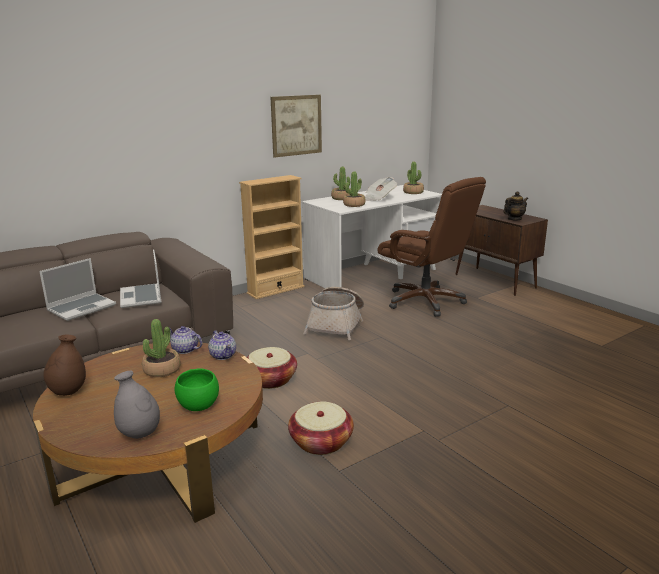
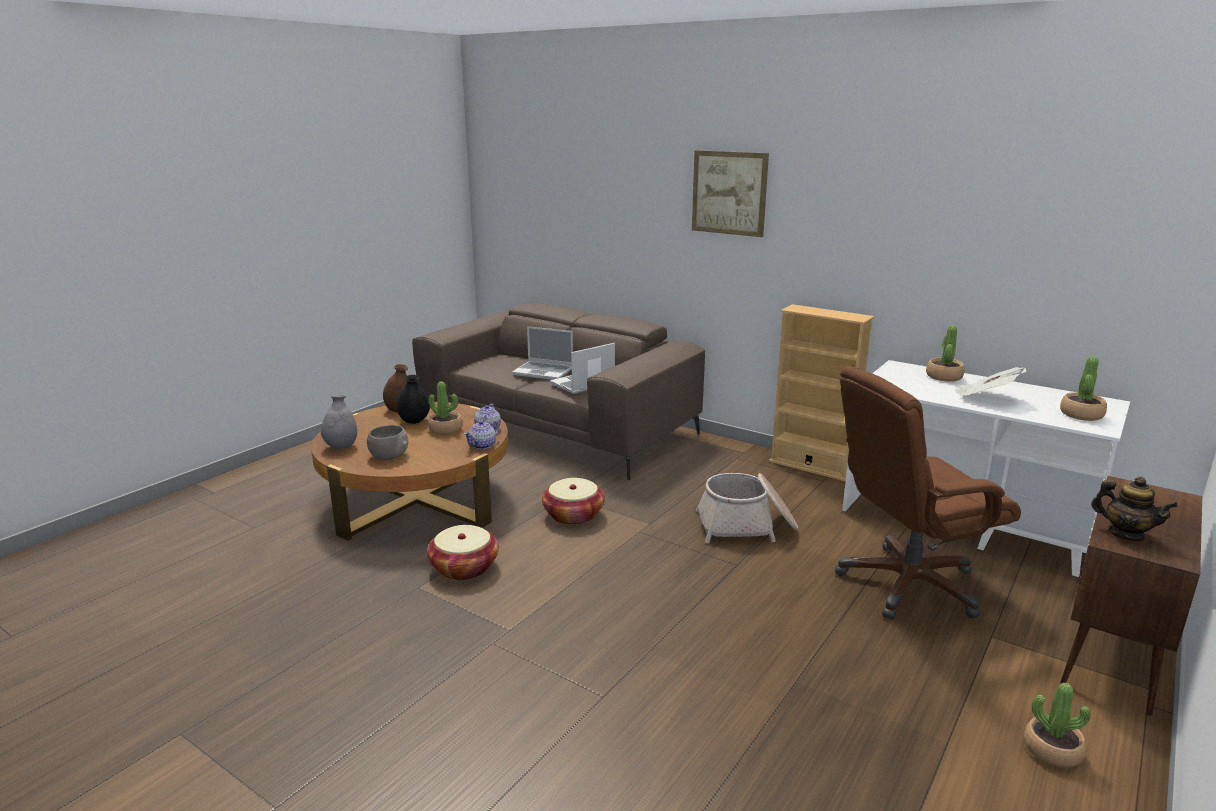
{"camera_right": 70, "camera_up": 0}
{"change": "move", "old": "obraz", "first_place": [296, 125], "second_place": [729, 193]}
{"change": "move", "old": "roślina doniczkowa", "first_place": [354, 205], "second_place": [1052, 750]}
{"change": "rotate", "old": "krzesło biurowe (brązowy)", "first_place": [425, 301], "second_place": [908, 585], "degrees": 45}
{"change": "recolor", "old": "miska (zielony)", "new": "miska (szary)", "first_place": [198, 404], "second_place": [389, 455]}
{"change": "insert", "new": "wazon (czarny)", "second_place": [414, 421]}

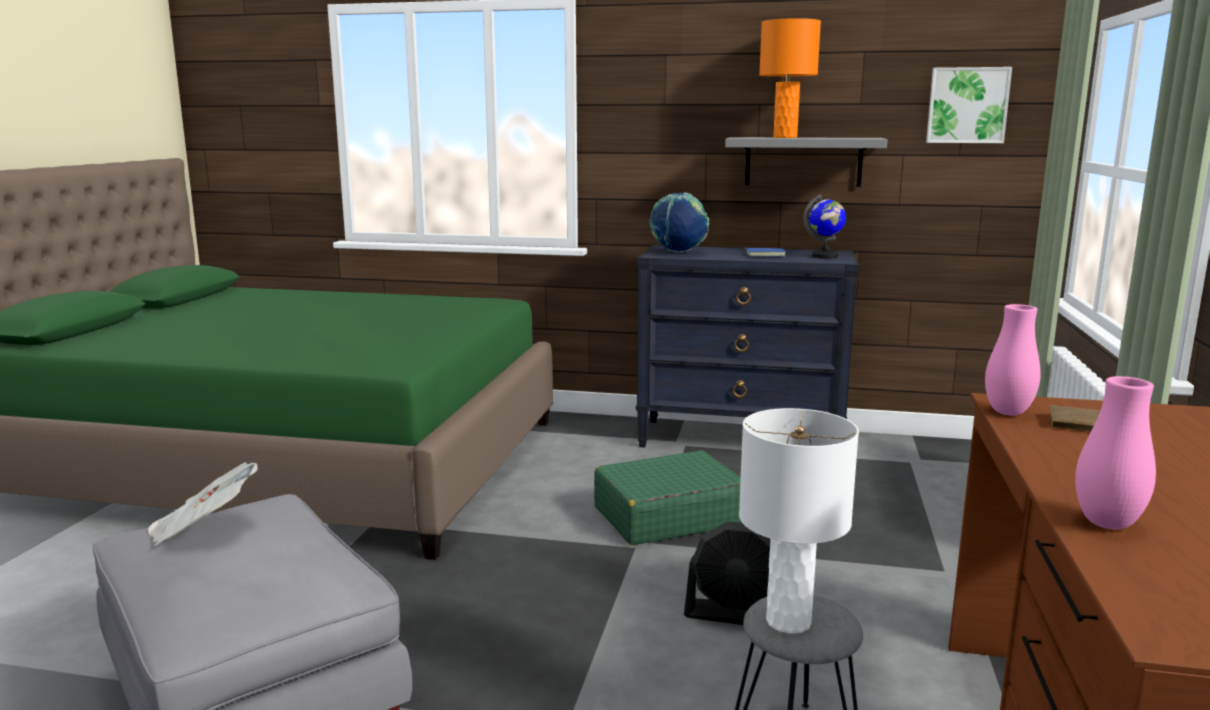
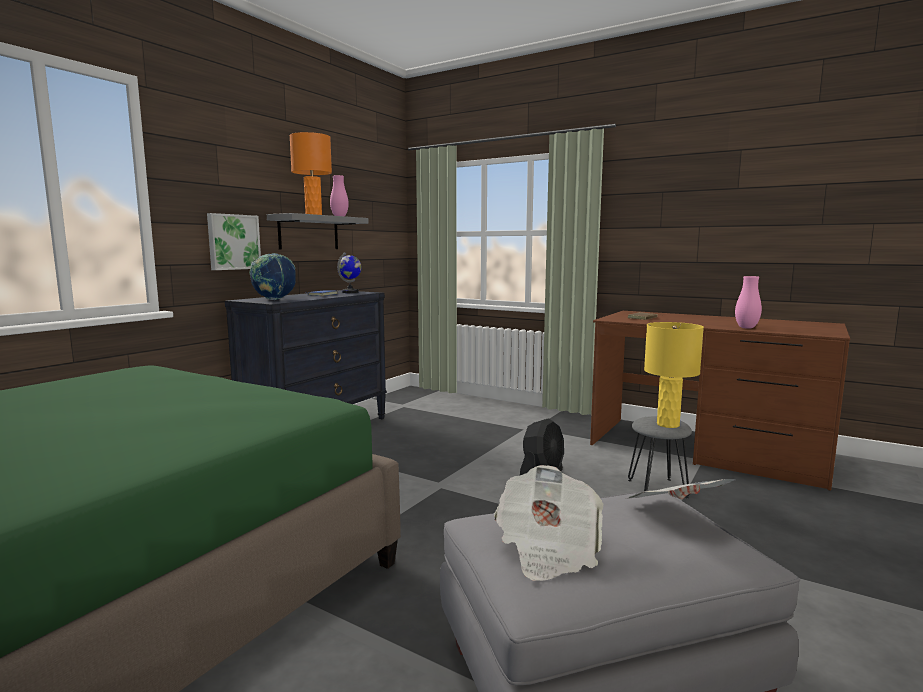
{"camera_right": -70, "camera_up": -5}
{"change": "move", "old": "obraz", "first_place": [967, 105], "second_place": [233, 242]}
{"change": "move", "old": "wazon (różowy)", "first_place": [1008, 412], "second_place": [339, 216]}
{"change": "recolor", "old": "lampa stołowa (biały)", "new": "lampa stołowa (żółty)", "first_place": [788, 621], "second_place": [667, 424]}
{"change": "delete", "old": "walizka (zielony)", "first_place": [667, 516]}
{"change": "insert", "new": "gazeta", "second_place": [675, 515]}

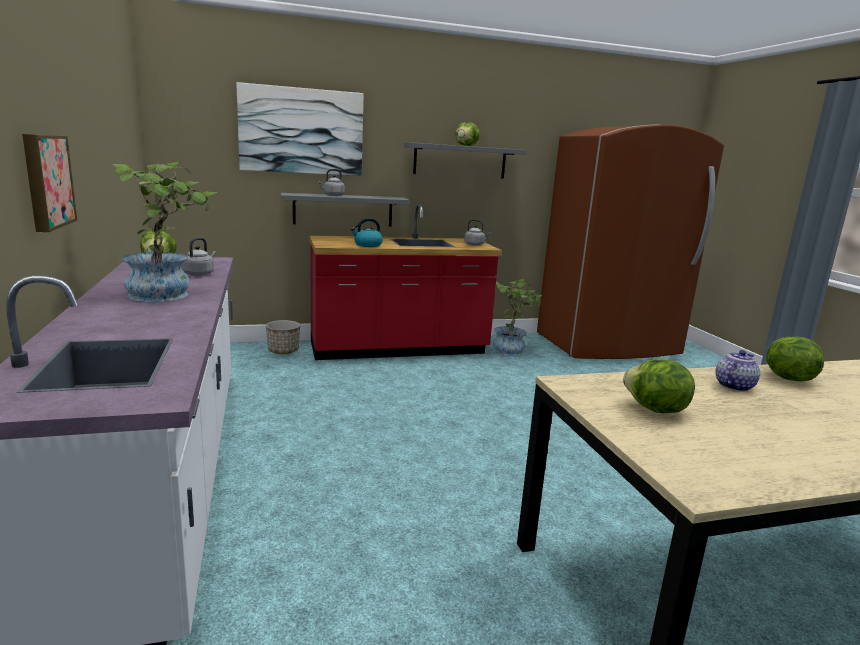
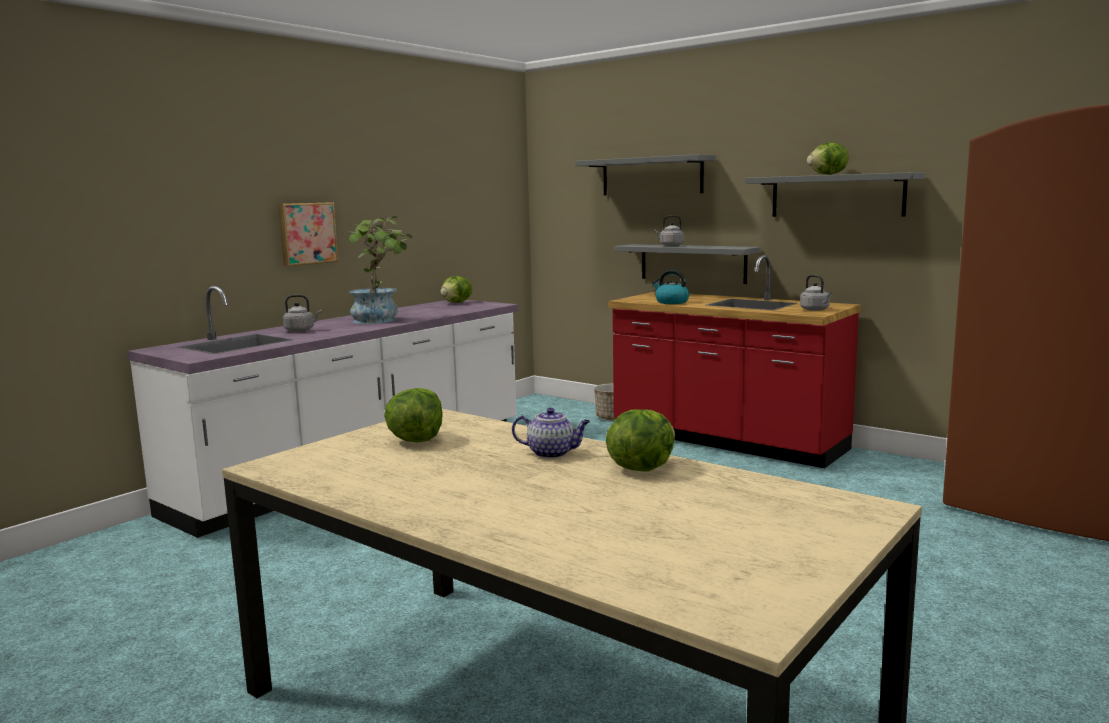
{"camera_right": 55, "camera_up": -5}
{"change": "replace", "old": "obraz", "new": "półka (szary)", "first_place": [301, 131], "second_place": [651, 176]}
{"change": "move", "old": "czajnik (szary)", "first_place": [200, 274], "second_place": [301, 330]}
{"change": "delete", "old": "roślina doniczkowa", "first_place": [511, 349]}

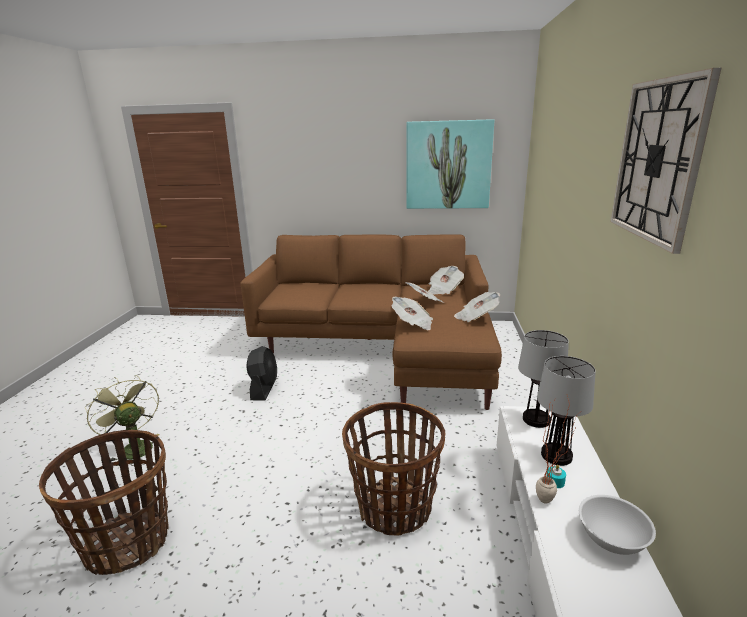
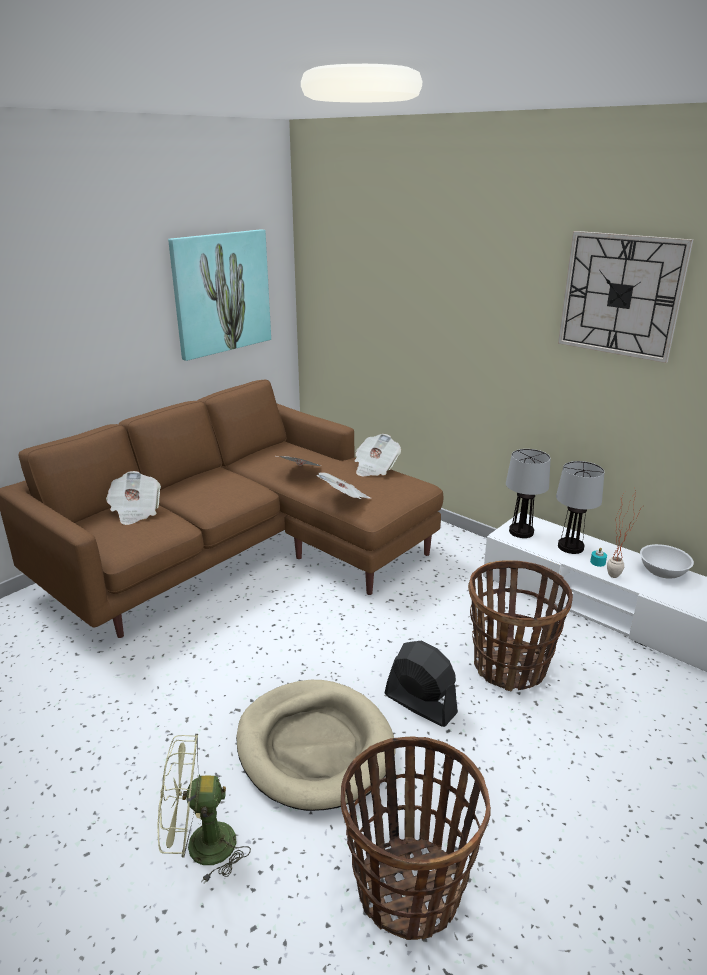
{"camera_right": -55, "camera_up": 5}
{"change": "move", "old": "gazeta", "first_place": [444, 290], "second_place": [135, 511]}
{"change": "move", "old": "wentylator (czarny)", "first_place": [264, 388], "second_place": [420, 703]}
{"change": "insert", "new": "legowisko (beżowy)", "second_place": [314, 746]}

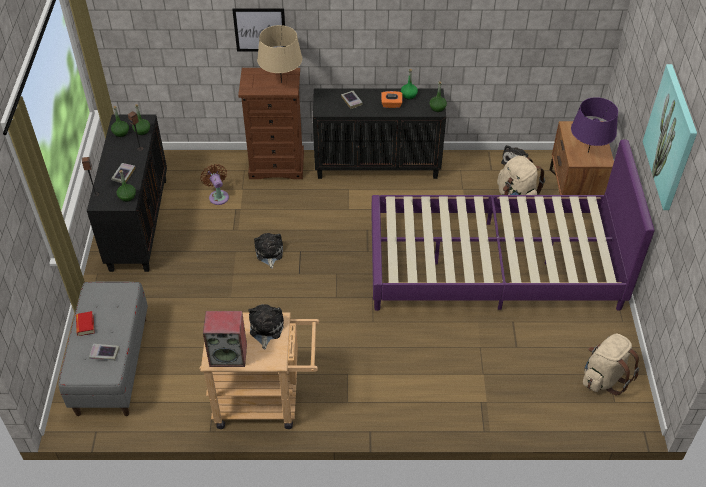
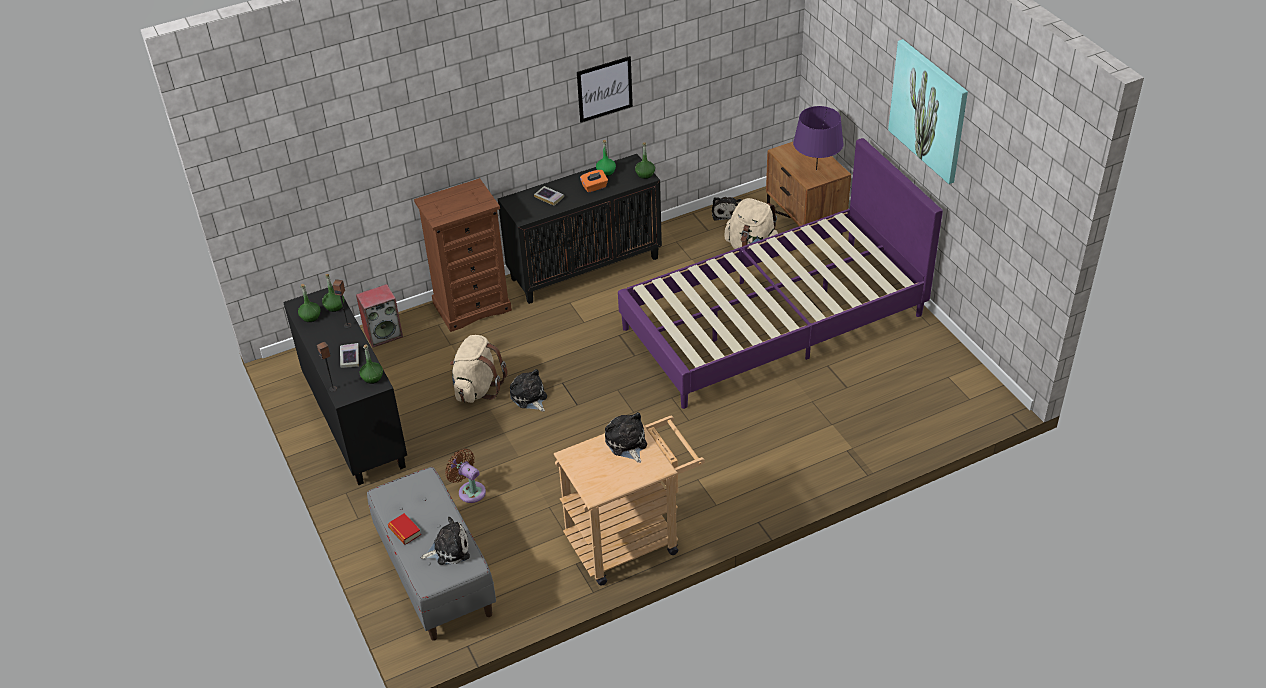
{"camera_right": -25, "camera_up": -5}
{"change": "move", "old": "obraz", "first_place": [260, 29], "second_place": [604, 89]}
{"change": "delete", "old": "lampa stołowa (beżowy)", "first_place": [281, 82]}
{"change": "move", "old": "wentylator (brązowy)", "first_place": [218, 196], "second_place": [469, 491]}
{"change": "move", "old": "głośnik", "first_place": [229, 355], "second_place": [384, 334]}
{"change": "move", "old": "plecak (beżowy)", "first_place": [604, 377], "second_place": [477, 388]}
{"change": "replace", "old": "książka", "new": "pluszak", "first_place": [104, 353], "second_place": [449, 549]}

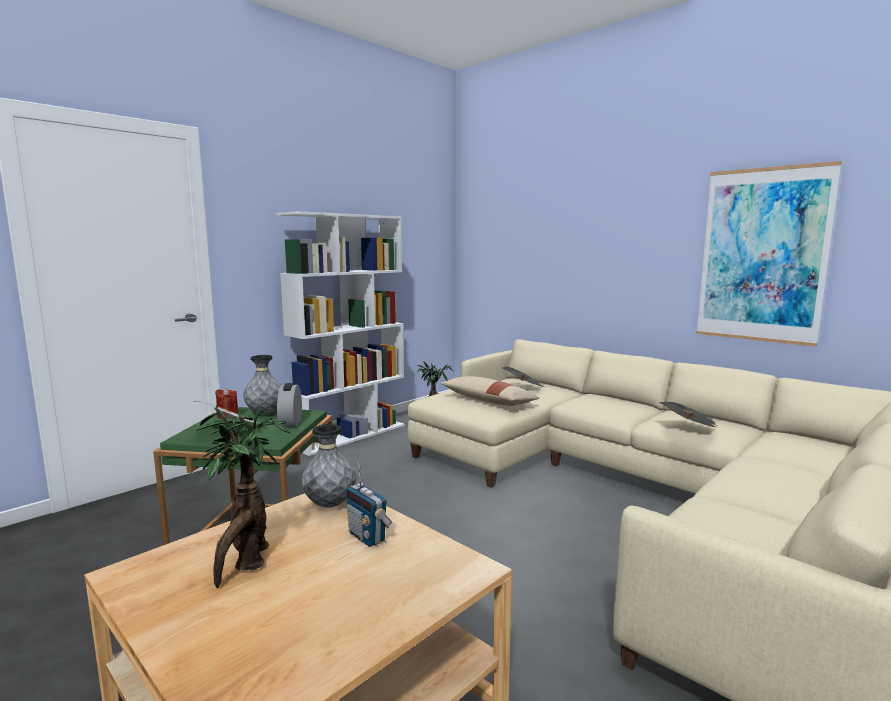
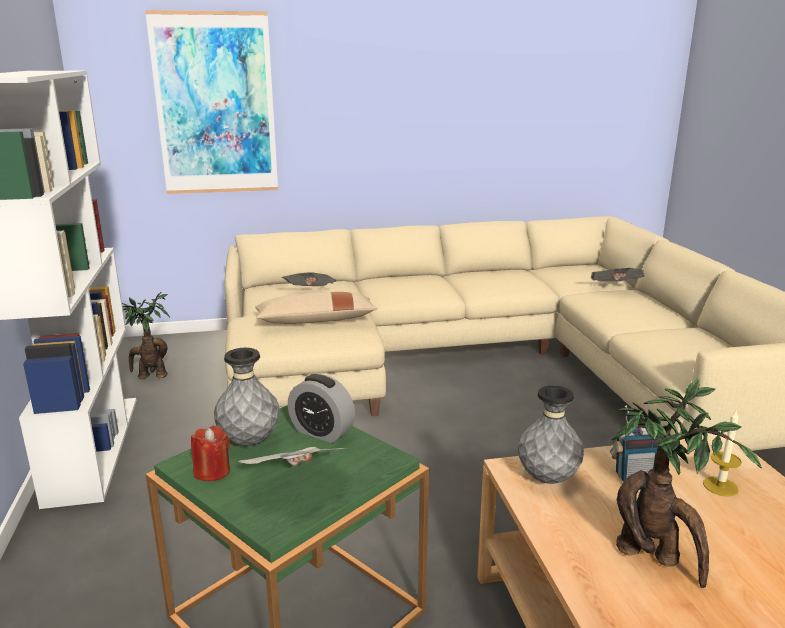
{"camera_right": -55, "camera_up": 10}
{"change": "move", "old": "obraz", "first_place": [762, 255], "second_place": [215, 105]}
{"change": "move", "old": "gazeta", "first_place": [689, 429], "second_place": [615, 289]}
{"change": "insert", "new": "świeca", "second_place": [720, 486]}

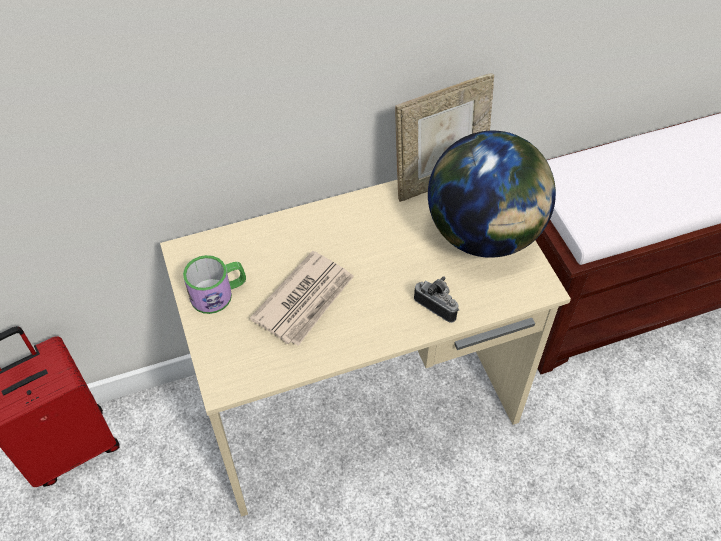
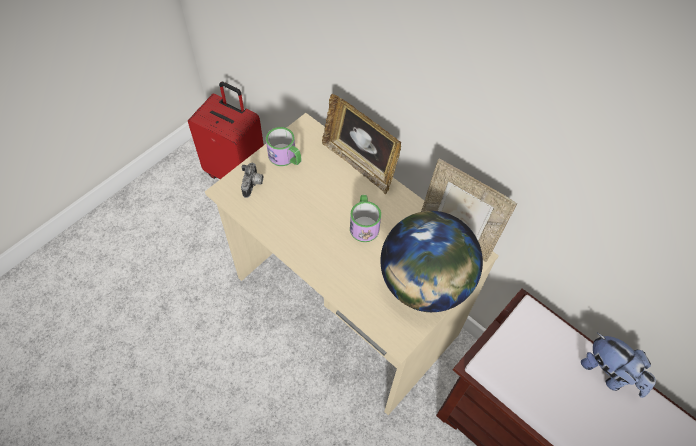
{"camera_right": 60, "camera_up": 5}
{"change": "delete", "old": "gazeta", "first_place": [305, 300]}
{"change": "move", "old": "aparat fotograficzny", "first_place": [437, 305], "second_place": [253, 185]}
{"change": "insert", "new": "ramka na zdjęcie", "second_place": [359, 163]}
{"change": "insert", "new": "kubek", "second_place": [364, 224]}
{"change": "insert", "new": "pluszak", "second_place": [609, 373]}

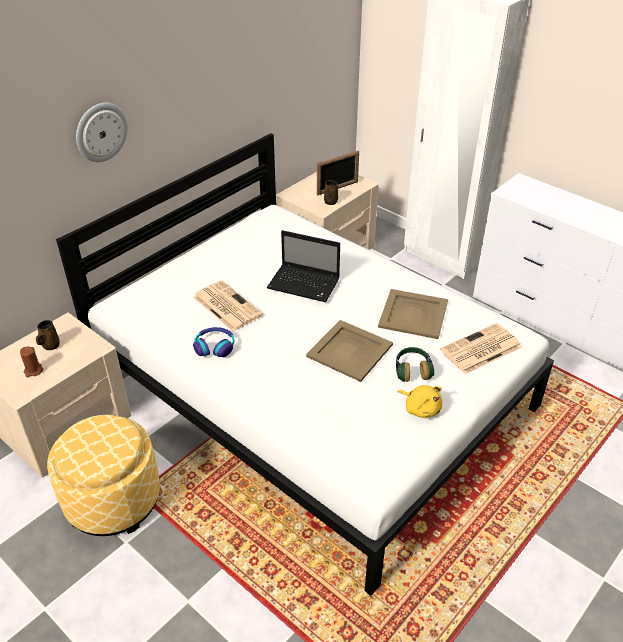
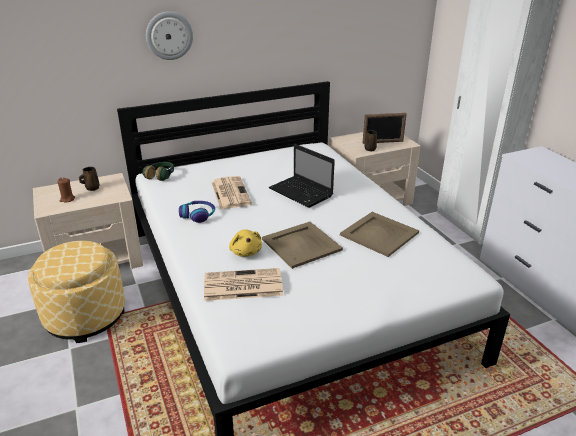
{"camera_right": 25, "camera_up": -10}
{"change": "move", "old": "gazeta", "first_place": [480, 349], "second_place": [242, 285]}
{"change": "move", "old": "słuchawki", "first_place": [412, 370], "second_place": [161, 176]}
{"change": "move", "old": "pluszak (żółty)", "first_place": [421, 408], "second_place": [245, 252]}

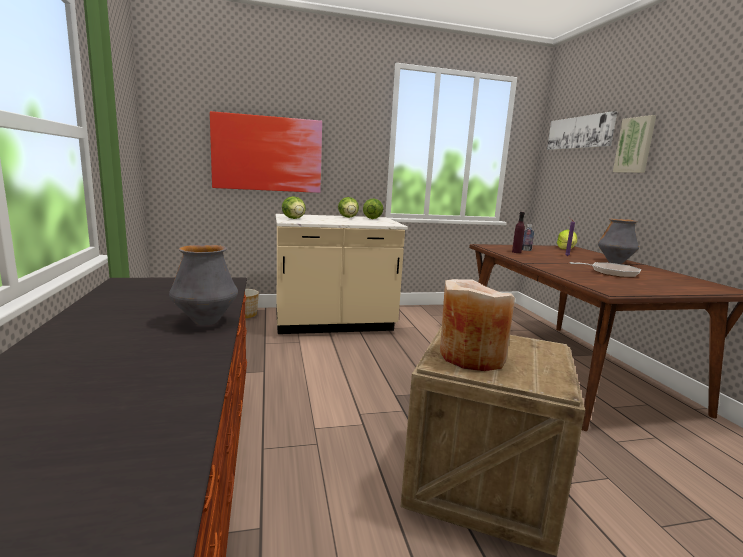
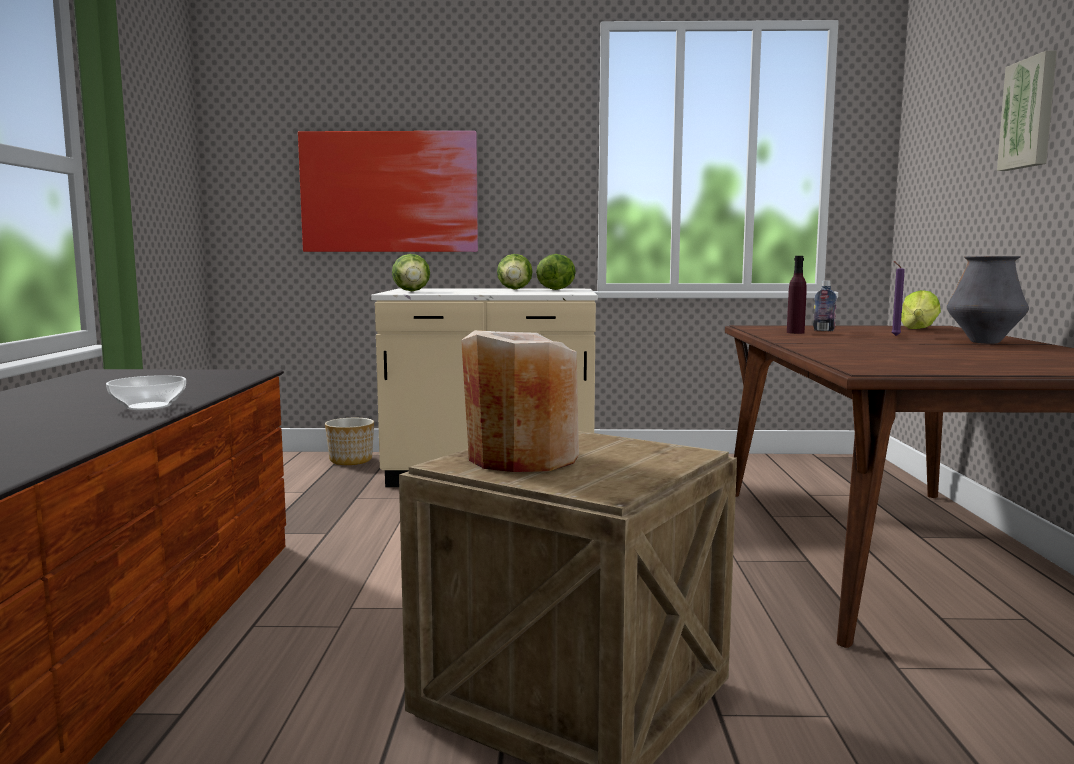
{"camera_right": 15, "camera_up": -5}
{"change": "delete", "old": "obraz", "first_place": [580, 132]}
{"change": "replace", "old": "wazon", "new": "miska", "first_place": [205, 322], "second_place": [148, 407]}
{"change": "delete", "old": "patelnia", "first_place": [611, 273]}

